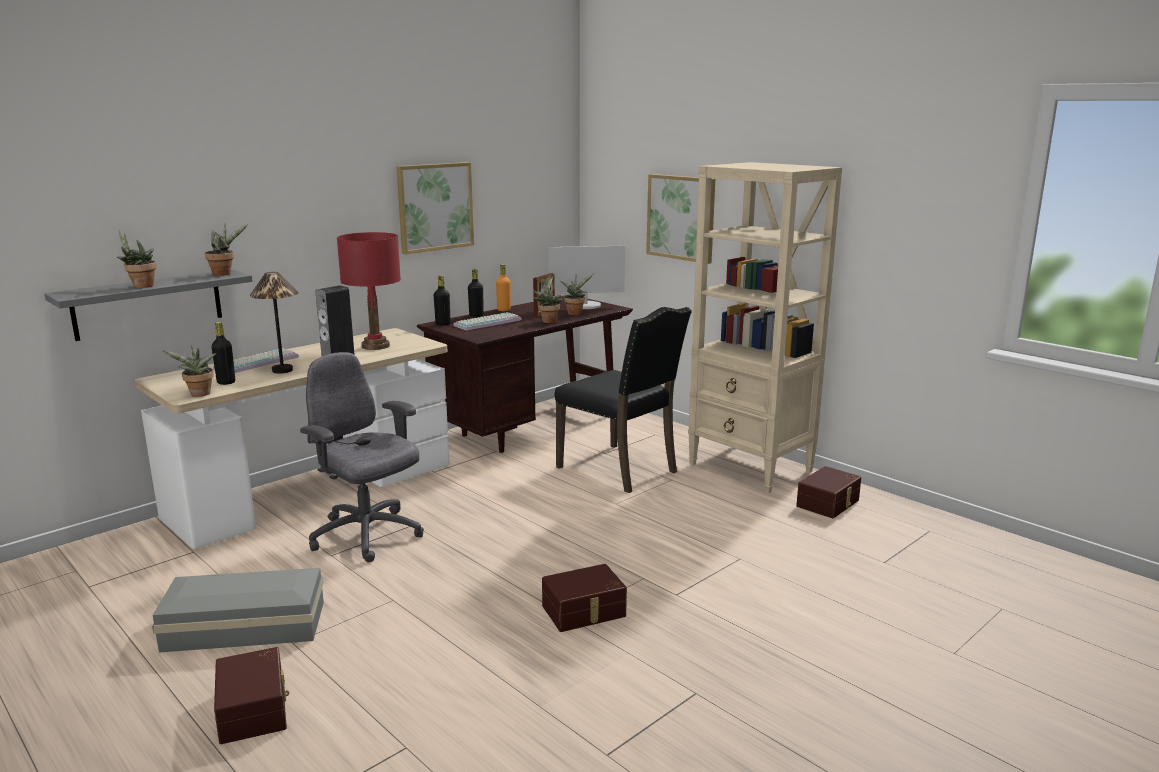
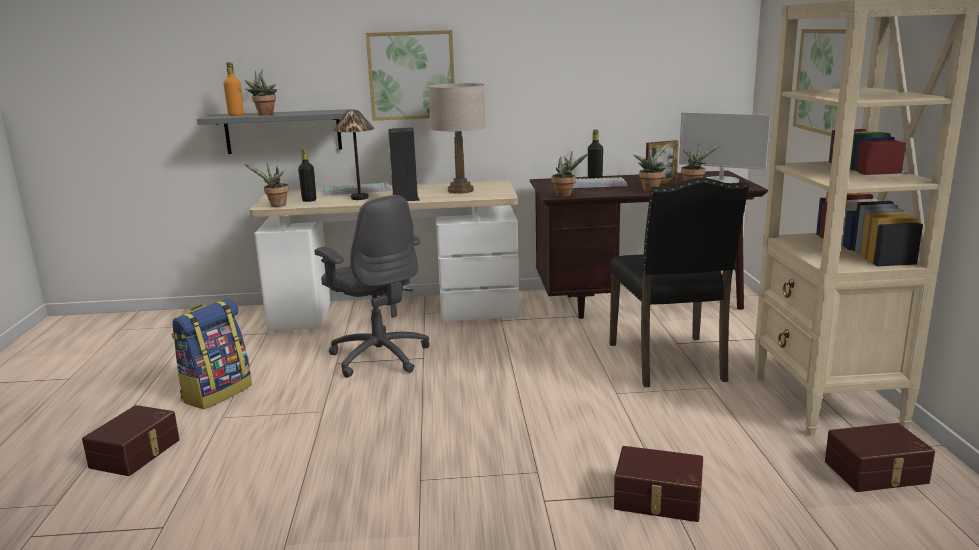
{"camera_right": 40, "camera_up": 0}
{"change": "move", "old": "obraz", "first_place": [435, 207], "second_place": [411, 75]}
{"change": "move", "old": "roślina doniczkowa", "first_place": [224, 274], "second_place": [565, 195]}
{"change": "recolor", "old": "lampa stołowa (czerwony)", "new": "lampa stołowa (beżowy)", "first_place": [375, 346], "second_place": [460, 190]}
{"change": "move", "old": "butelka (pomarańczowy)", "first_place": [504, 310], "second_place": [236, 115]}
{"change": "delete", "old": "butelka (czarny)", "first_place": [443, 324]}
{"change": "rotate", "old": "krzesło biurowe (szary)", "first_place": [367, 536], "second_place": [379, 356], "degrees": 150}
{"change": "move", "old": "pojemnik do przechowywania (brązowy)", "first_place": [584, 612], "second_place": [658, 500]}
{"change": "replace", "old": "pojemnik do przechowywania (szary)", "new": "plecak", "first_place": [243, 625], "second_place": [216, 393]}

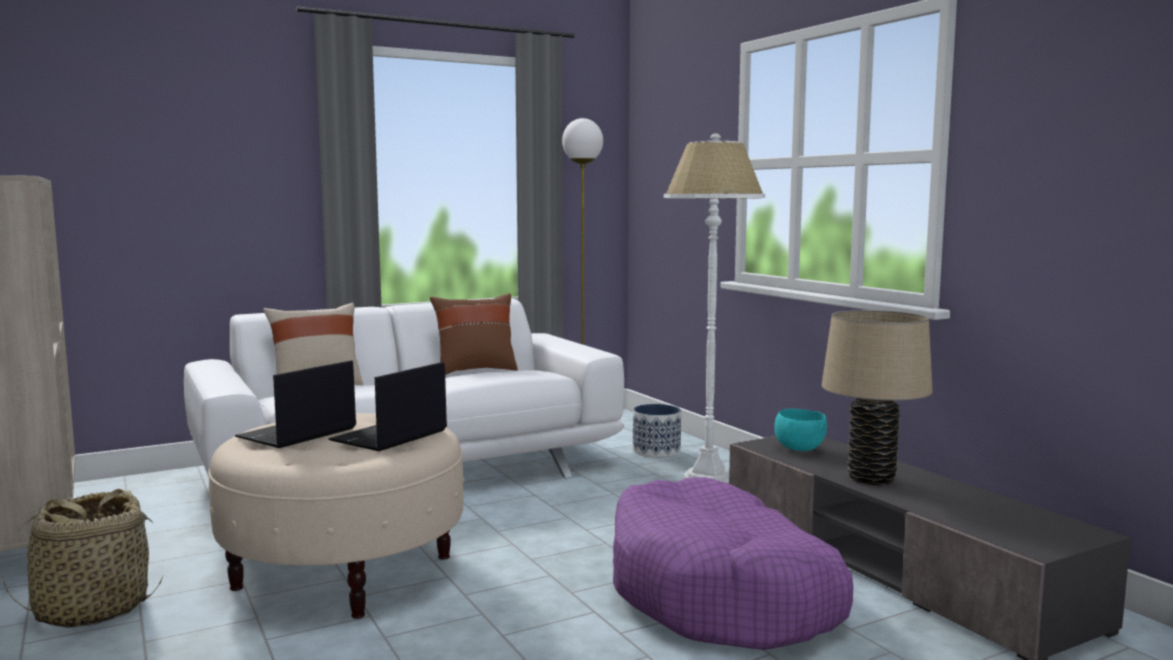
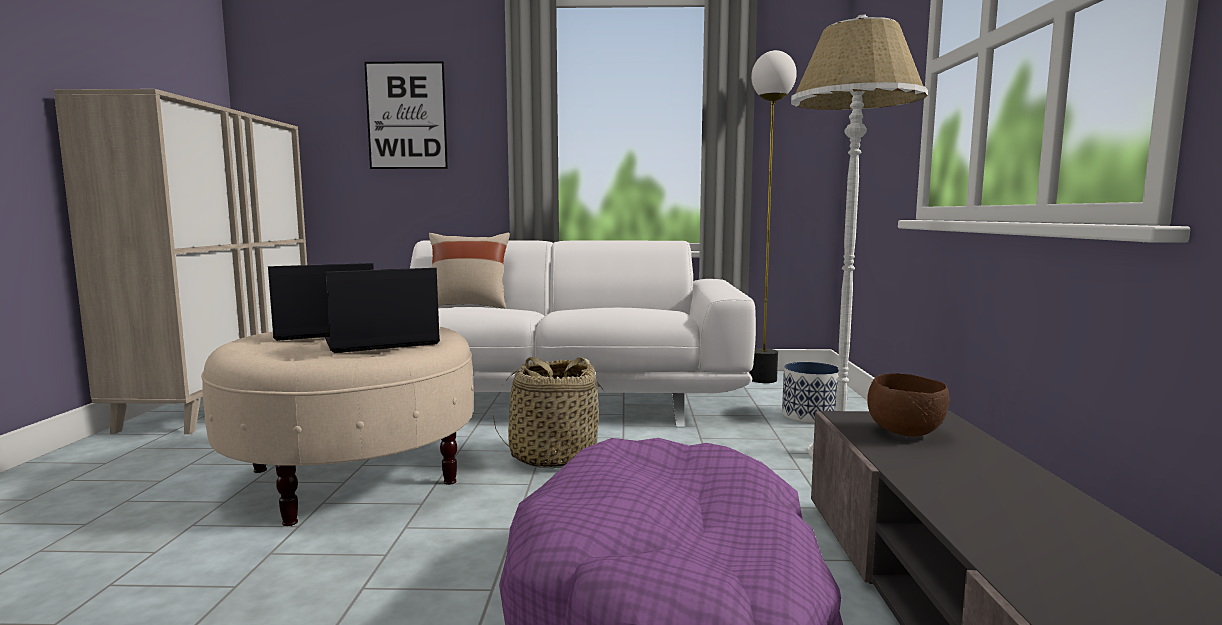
{"camera_right": 30, "camera_up": 0}
{"change": "delete", "old": "poduszka (brązowy)", "first_place": [475, 370]}
{"change": "delete", "old": "lampa stołowa (beżowy)", "first_place": [871, 479]}
{"change": "recolor", "old": "miska (turkusowy)", "new": "miska (brązowy)", "first_place": [800, 449], "second_place": [906, 433]}
{"change": "move", "old": "koszyk", "first_place": [91, 610], "second_place": [553, 456]}
{"change": "insert", "new": "obraz", "second_place": [407, 116]}

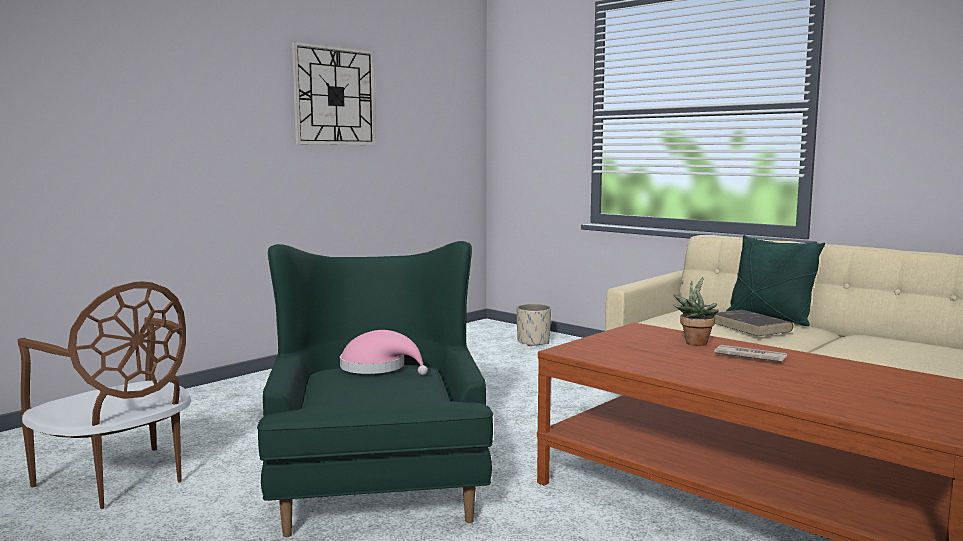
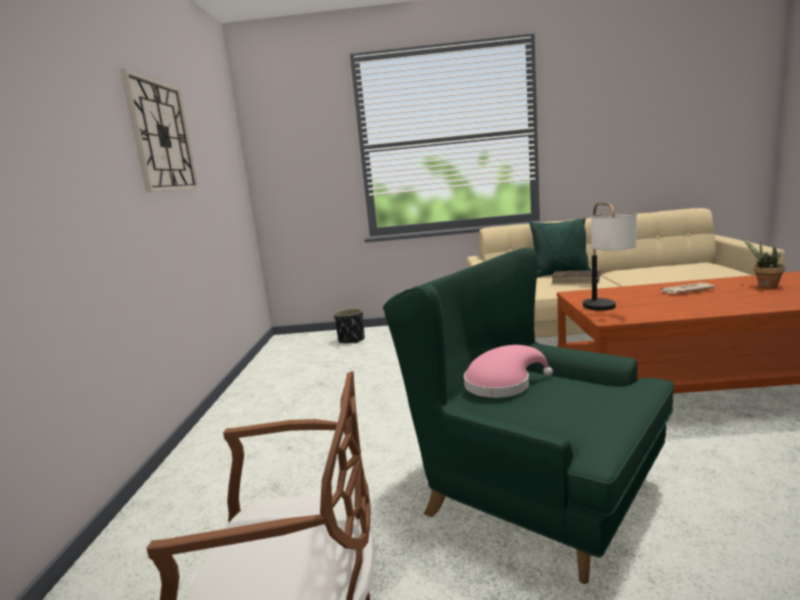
{"camera_right": -40, "camera_up": 5}
{"change": "move", "old": "roślina doniczkowa", "first_place": [695, 342], "second_place": [764, 286]}
{"change": "recolor", "old": "donica (beżowy)", "new": "donica (czarny)", "first_place": [533, 342], "second_place": [351, 340]}
{"change": "insert", "new": "lampa stołowa", "second_place": [606, 310]}

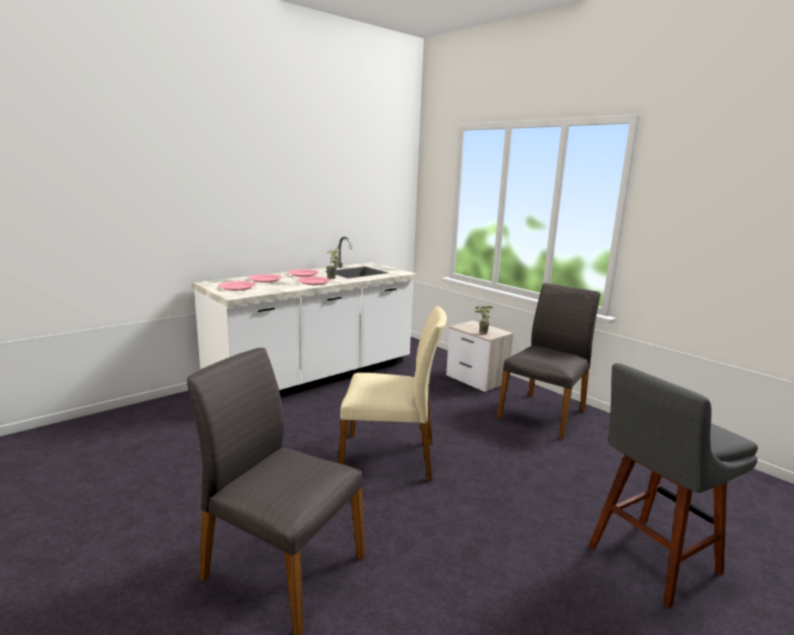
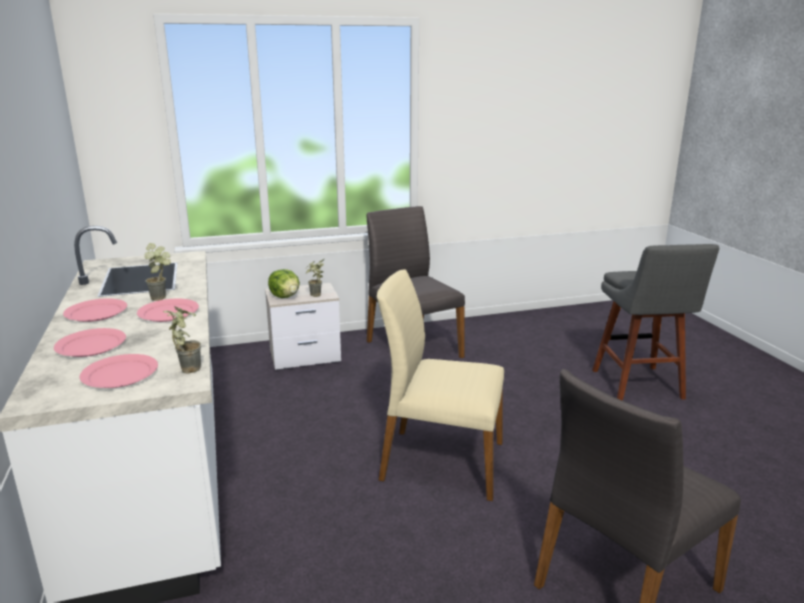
{"camera_right": -65, "camera_up": 5}
{"change": "rotate", "old": "krzesło (beżowy)", "first_place": [389, 457], "second_place": [441, 461], "degrees": -105}
{"change": "insert", "new": "sałata", "second_place": [285, 296]}
{"change": "insert", "new": "roślina doniczkowa", "second_place": [186, 368]}

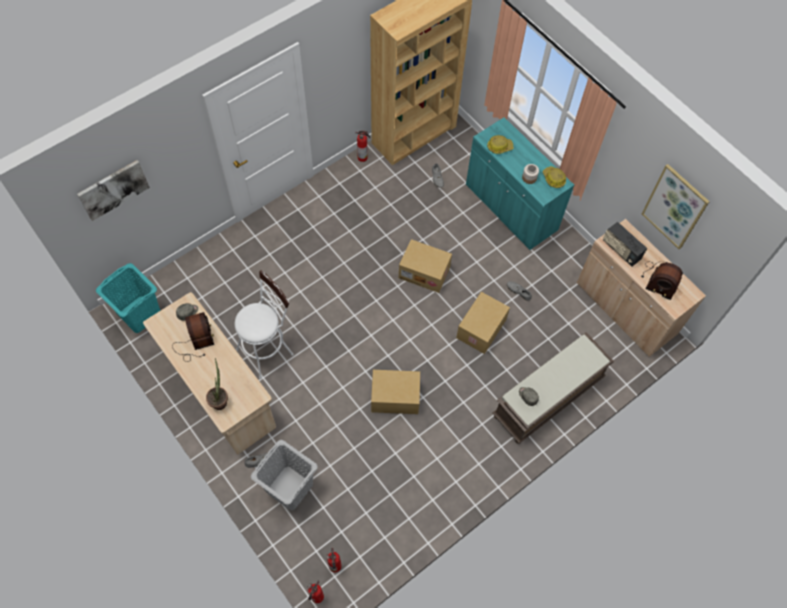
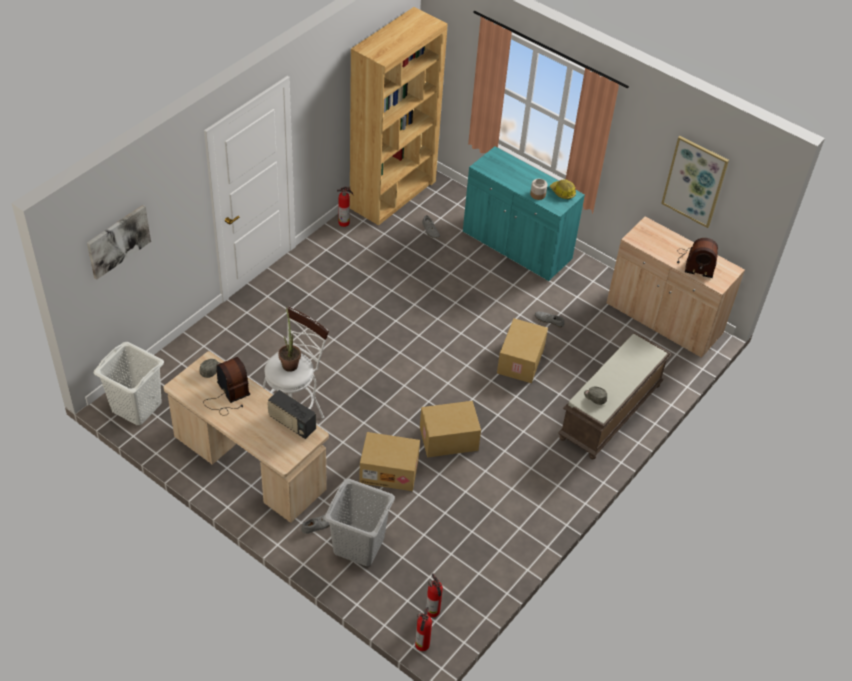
{"camera_right": -15, "camera_up": -15}
{"change": "delete", "old": "kask", "first_place": [499, 147]}
{"change": "move", "old": "radio", "first_place": [621, 250], "second_place": [292, 423]}
{"change": "move", "old": "karton", "first_place": [425, 272], "second_place": [389, 470]}
{"change": "recolor", "old": "kosz na pranie (turkusowy)", "new": "kosz na pranie (biały)", "first_place": [140, 313], "second_place": [136, 406]}
{"change": "move", "old": "roślina doniczkowa", "first_place": [220, 399], "second_place": [290, 363]}

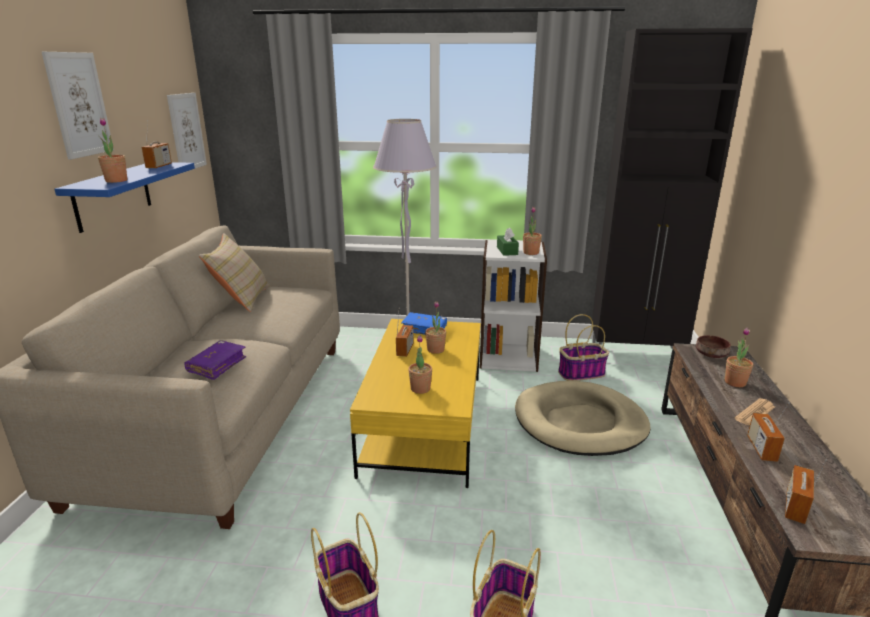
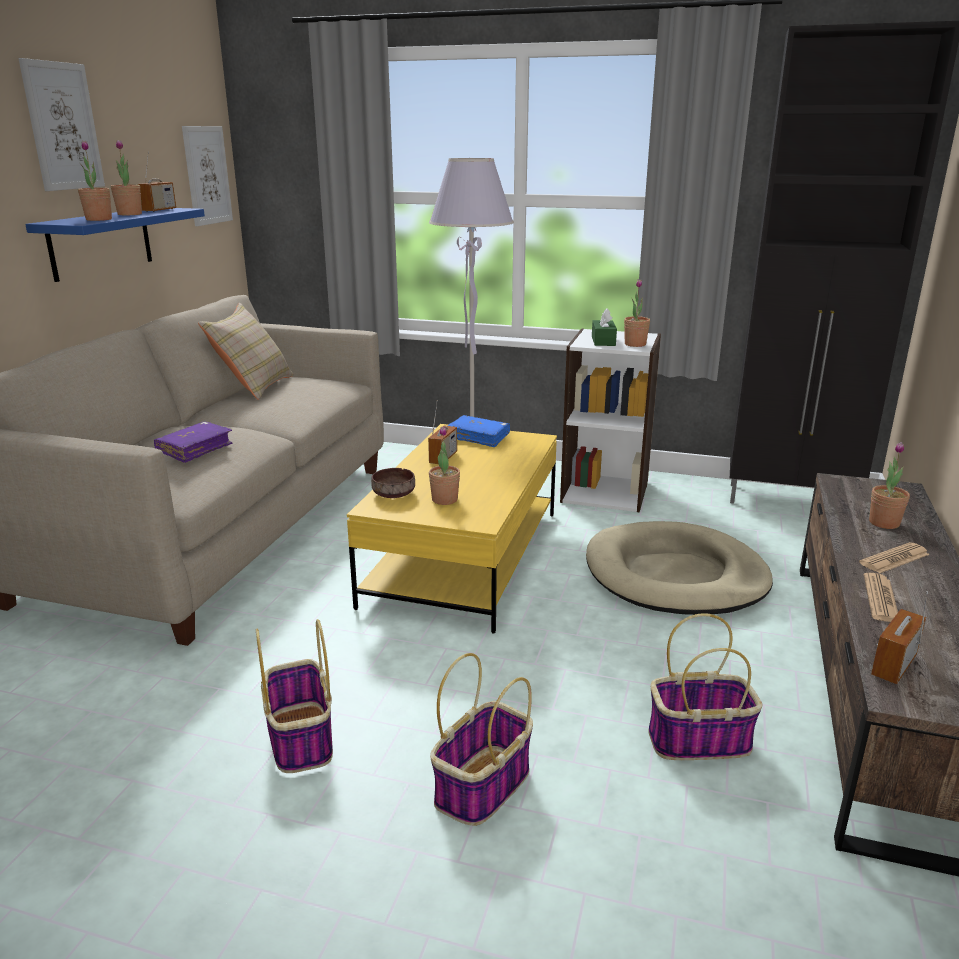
{"camera_right": 10, "camera_up": 0}
{"change": "move", "old": "roślina doniczkowa", "first_place": [435, 349], "second_place": [130, 214]}
{"change": "move", "old": "koszyk", "first_place": [581, 373], "second_place": [700, 740]}
{"change": "move", "old": "miska (brązowy)", "first_place": [711, 354], "second_place": [392, 494]}
{"change": "replace", "old": "radio", "new": "gazeta", "first_place": [761, 449], "second_place": [881, 599]}

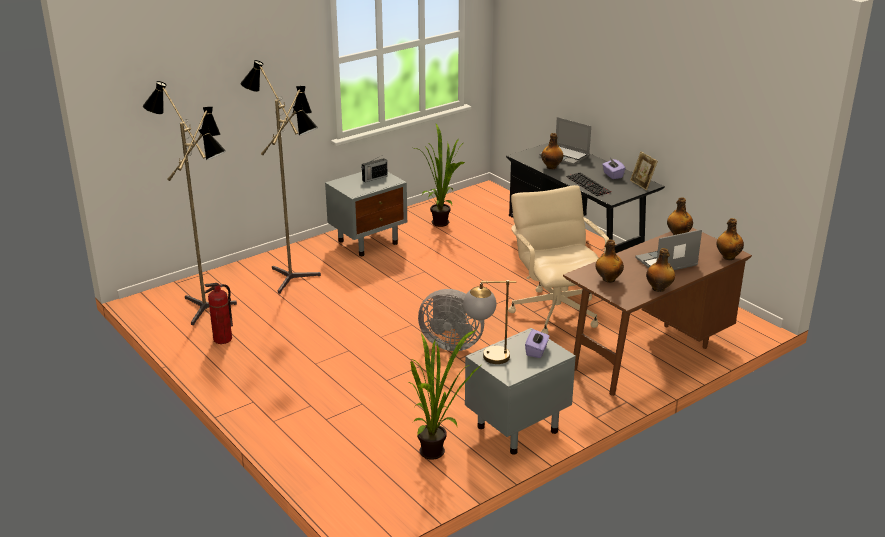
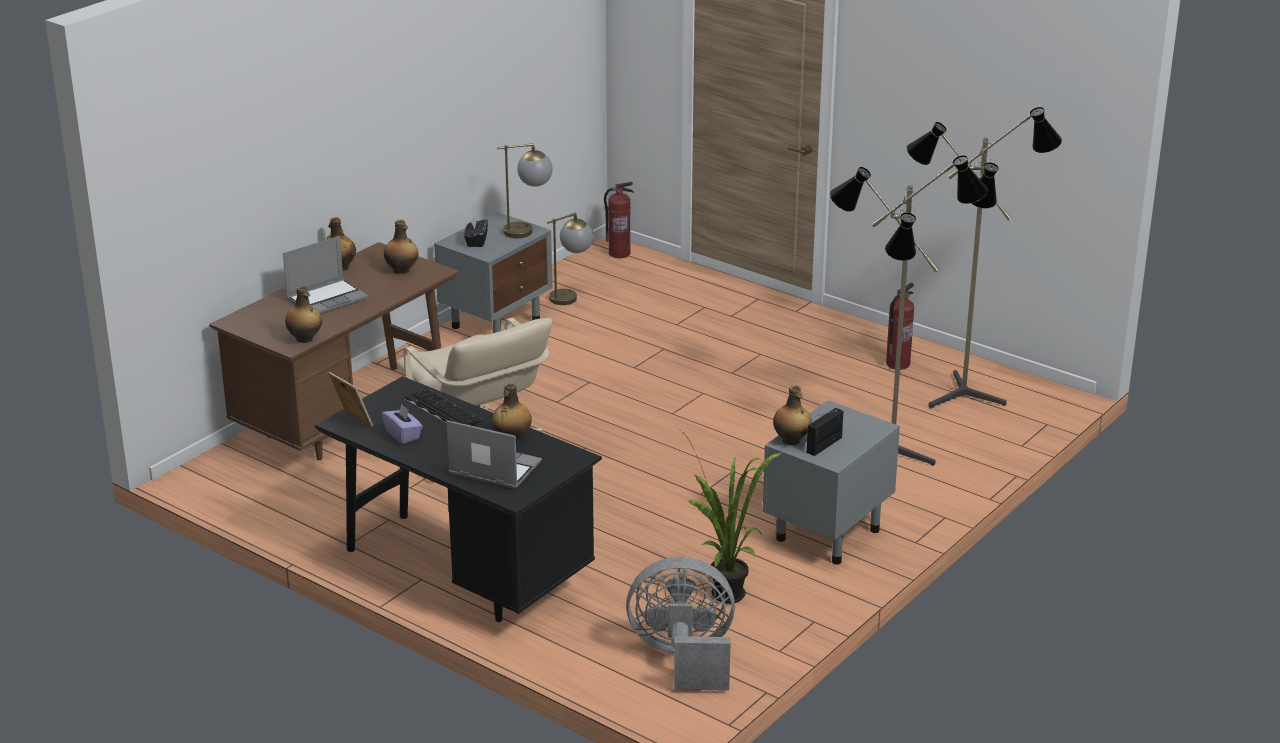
{"camera_right": 165, "camera_up": 0}
{"change": "move", "old": "butelka", "first_place": [728, 257], "second_place": [791, 441]}
{"change": "move", "old": "wentylator (szary)", "first_place": [450, 343], "second_place": [684, 658]}
{"change": "recolor", "old": "pudełko chusteczek (fioletowy)", "new": "pudełko chusteczek (czarny)", "first_place": [537, 351], "second_place": [476, 241]}
{"change": "replace", "old": "roślina doniczkowa", "new": "lampa stołowa", "first_place": [438, 453], "second_place": [571, 296]}
{"change": "insert", "new": "gaśnica", "second_place": [619, 253]}

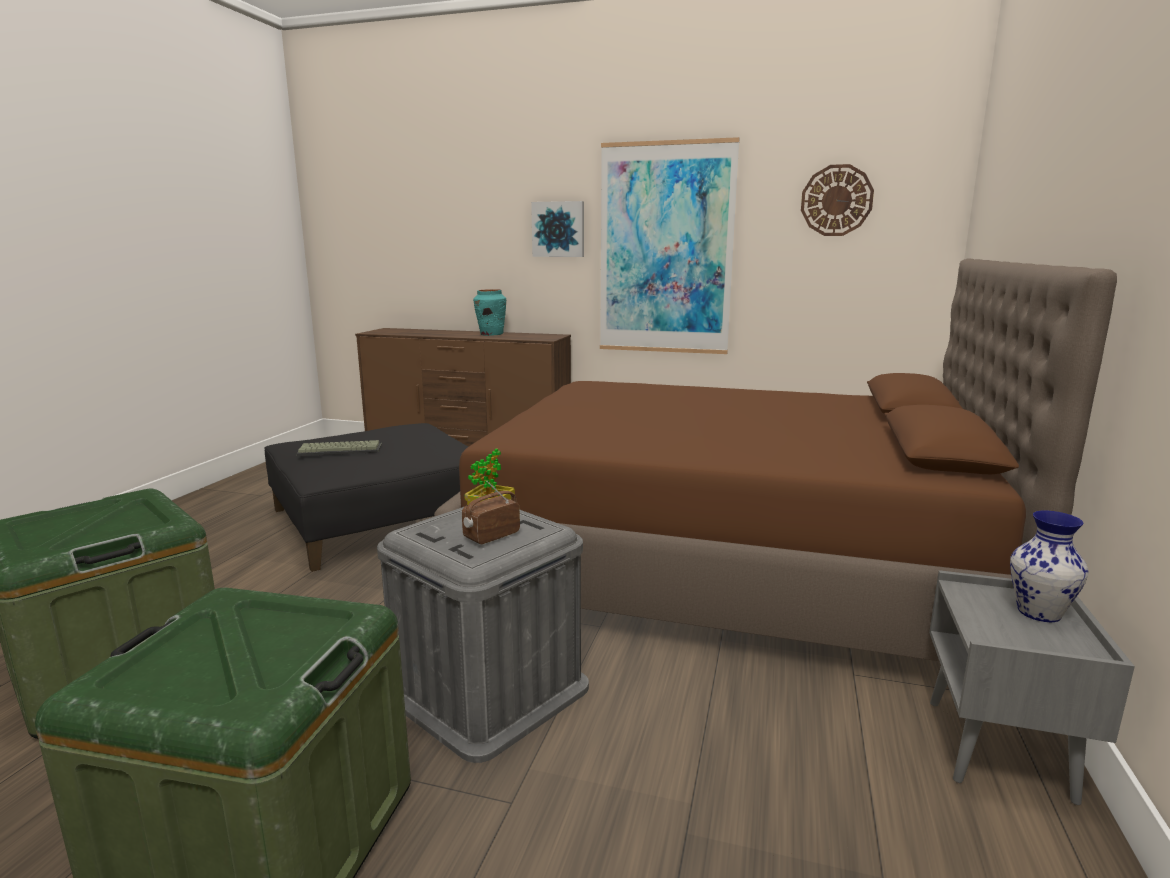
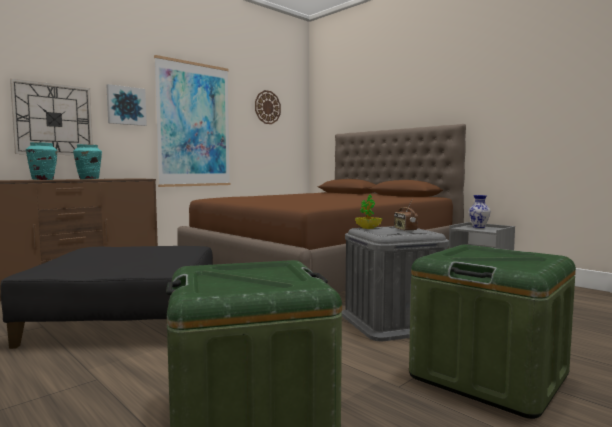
{"camera_right": -60, "camera_up": -10}
{"change": "delete", "old": "klawiatura", "first_place": [341, 450]}
{"change": "insert", "new": "zegar ścienny", "second_place": [53, 119]}
{"change": "insert", "new": "wazon (turkusowy)", "second_place": [43, 179]}

